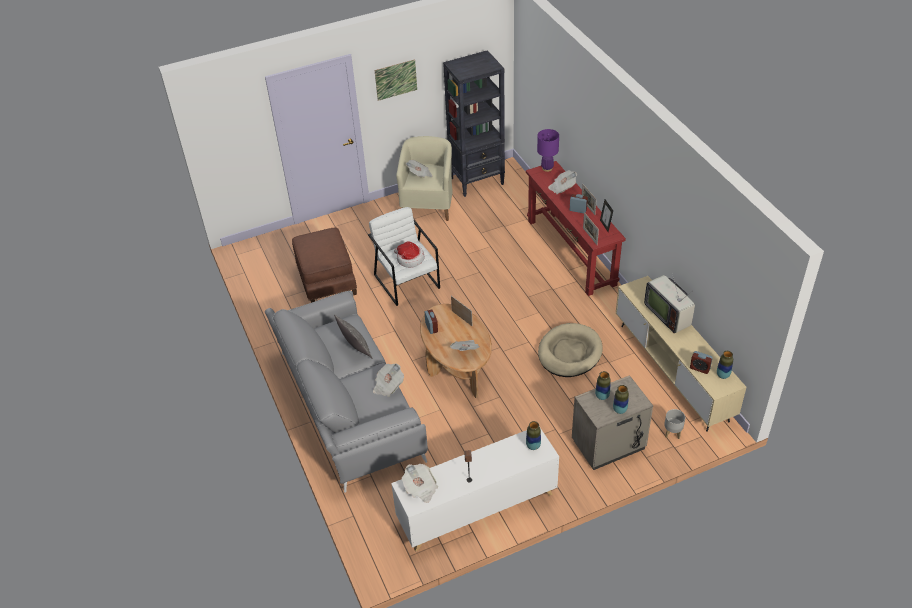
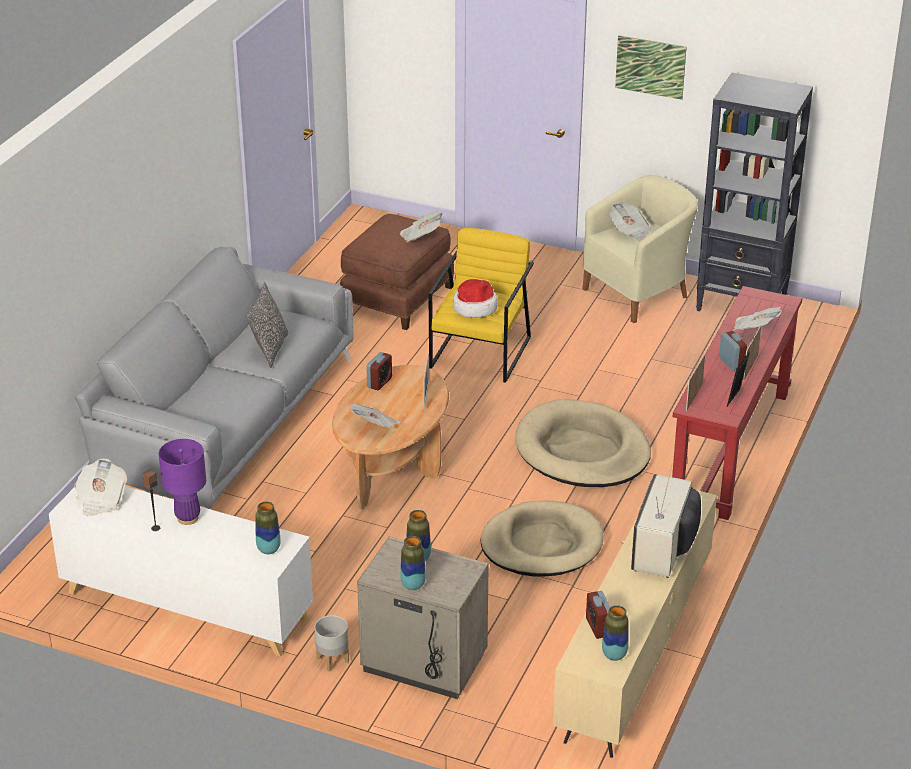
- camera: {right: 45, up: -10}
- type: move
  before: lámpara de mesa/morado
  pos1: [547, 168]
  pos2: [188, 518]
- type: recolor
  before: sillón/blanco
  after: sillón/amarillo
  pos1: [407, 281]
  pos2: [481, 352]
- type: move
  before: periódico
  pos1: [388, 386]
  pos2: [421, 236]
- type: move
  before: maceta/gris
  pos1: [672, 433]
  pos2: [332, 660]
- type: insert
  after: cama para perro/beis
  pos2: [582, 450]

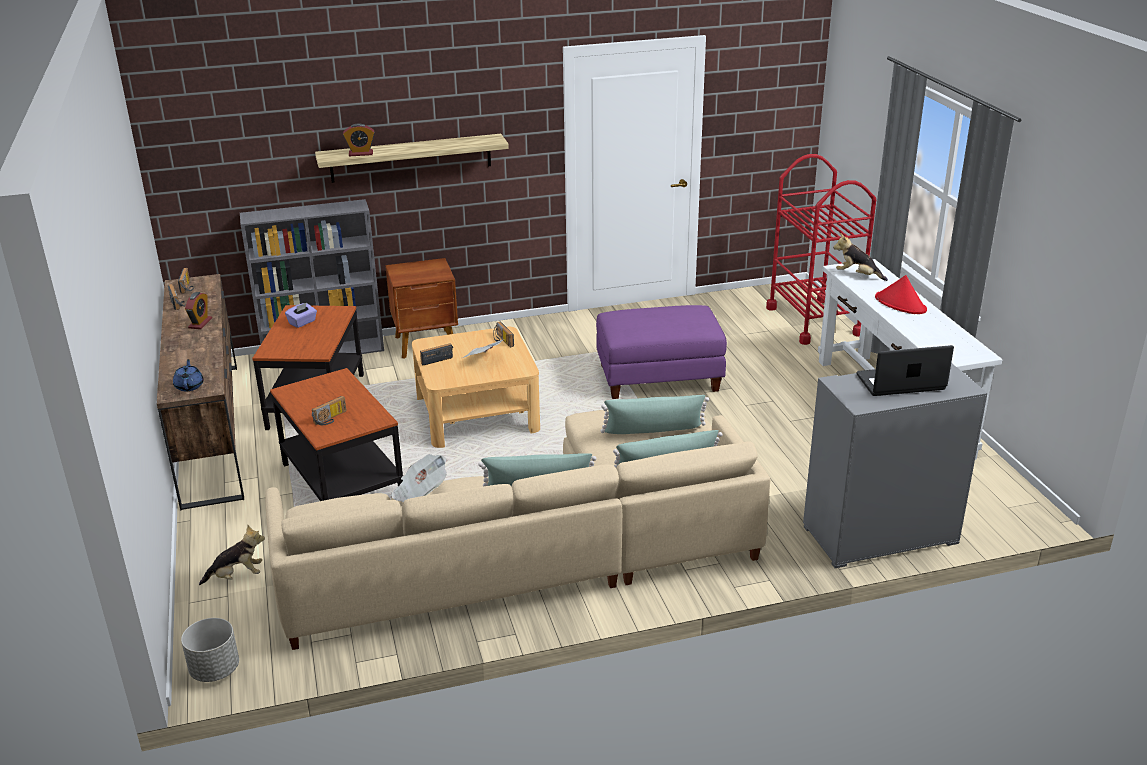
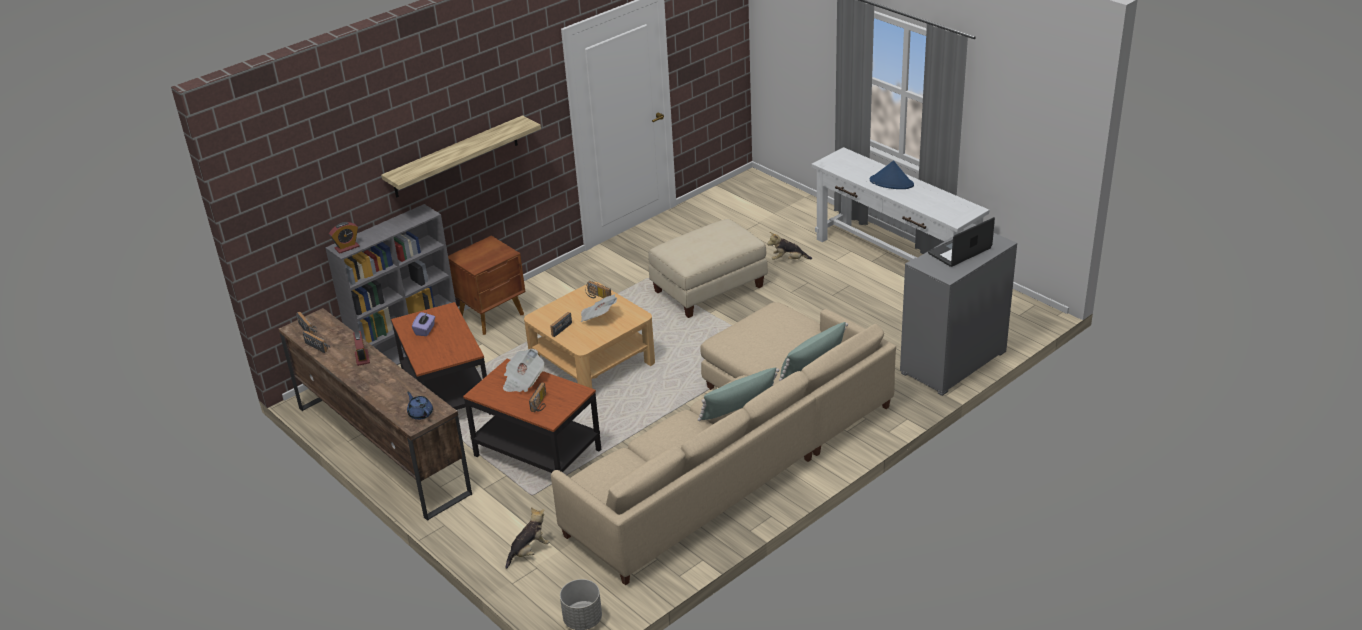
- camera: {right: -25, up: 5}
- type: move
  before: despertador
  pos1: [361, 153]
  pos2: [347, 247]
- type: delete
  before: carrito/rojo
  pos1: [813, 321]
- type: move
  before: peluche
  pos1: [857, 276]
  pos2: [788, 260]
- type: recolor
  before: sombrero/rojo
  after: sombrero/azul
  pos1: [900, 304]
  pos2: [891, 183]
- type: recolor
  before: puf/morado
  after: puf/beis
  pos1: [659, 377]
  pos2: [708, 288]
- type: delete
  before: cojín/verde
  pos1: [653, 431]
- type: move
  before: periódico
  pos1: [420, 492]
  pos2: [523, 381]

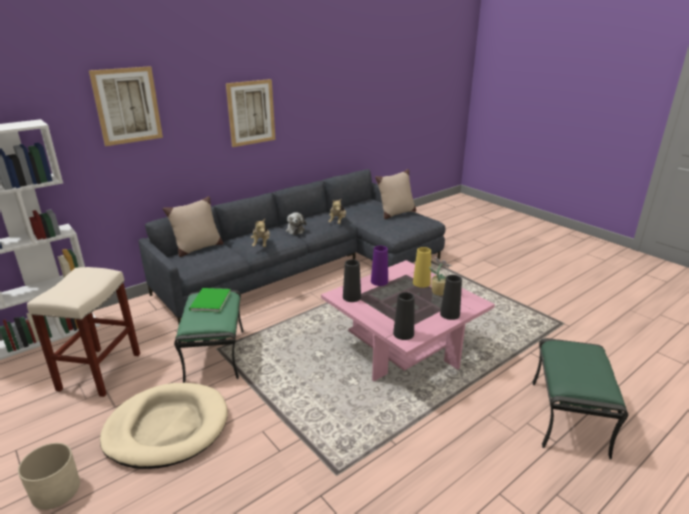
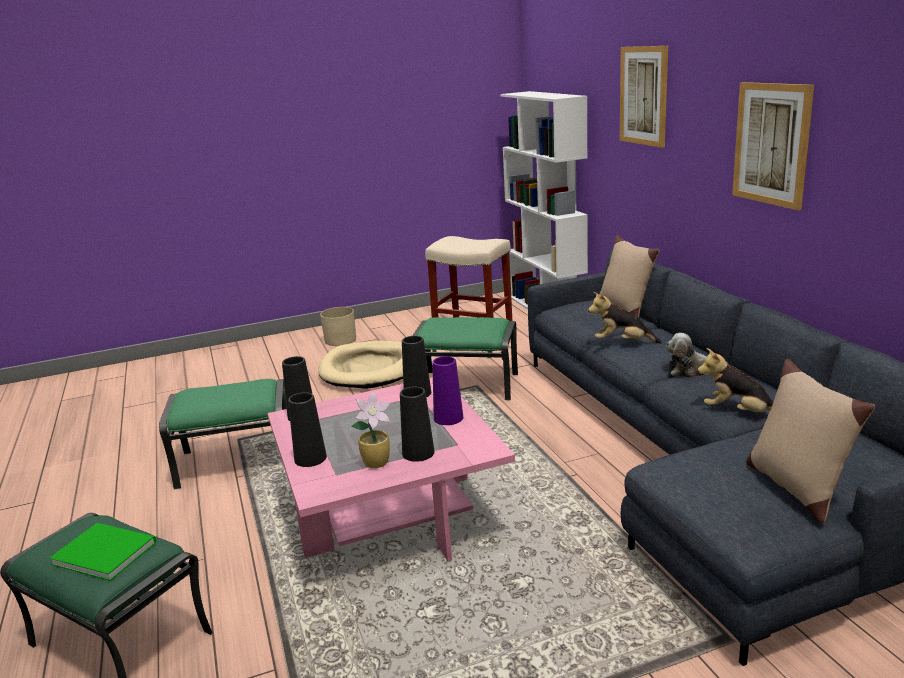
- camera: {right: 110, up: -5}
- type: recolor
  before: florero/amarillo
  after: florero/negro
  pos1: [421, 283]
  pos2: [418, 453]
- type: move
  before: libro/verde
  pos1: [209, 302]
  pos2: [104, 551]
- type: insert
  after: puf/verde
  pos2: [235, 462]

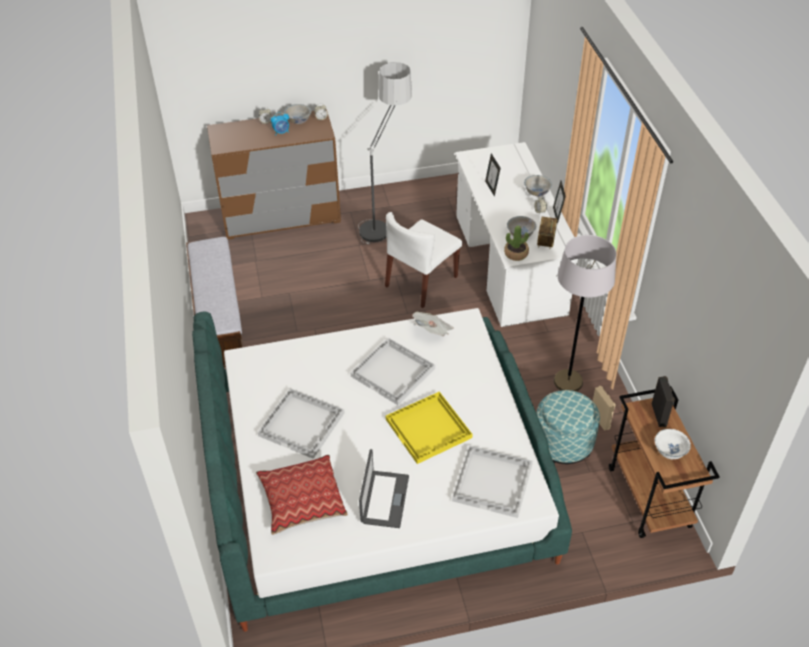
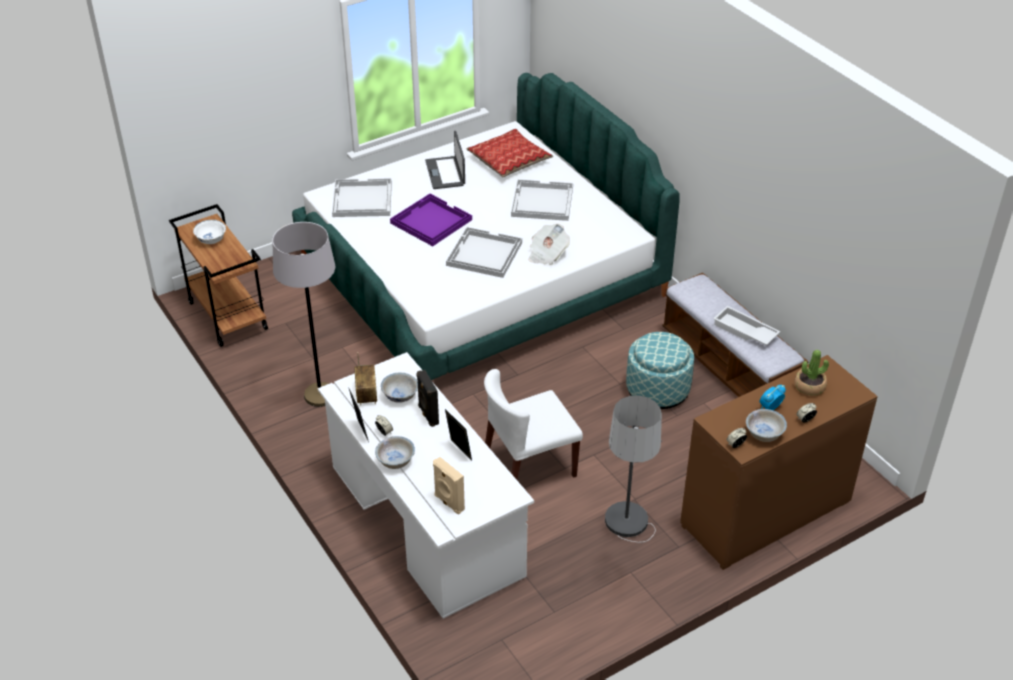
- camera: {right: 160, up: -5}
- type: rotate
  before: silla/blanco
  pos1: [421, 282]
  pos2: [529, 468]
  turn: -135
- type: move
  before: planta en maceta
  pos1: [516, 253]
  pos2: [809, 386]
- type: move
  before: periódico
  pos1: [433, 331]
  pos2: [547, 254]
- type: move
  before: altavoz/negro
  pos1: [659, 415]
  pos2: [427, 415]
- type: move
  before: altavoz/beis
  pos1: [601, 419]
  pos2: [448, 503]
- type: move
  before: puf
  pos1: [563, 442]
  pos2: [657, 390]
- type: recolor
  before: bandeja/amarillo
  after: bandeja/morado
  pos1: [429, 428]
  pos2: [430, 221]
- type: insert
  after: bandeja/blanco
  pos2: [744, 331]

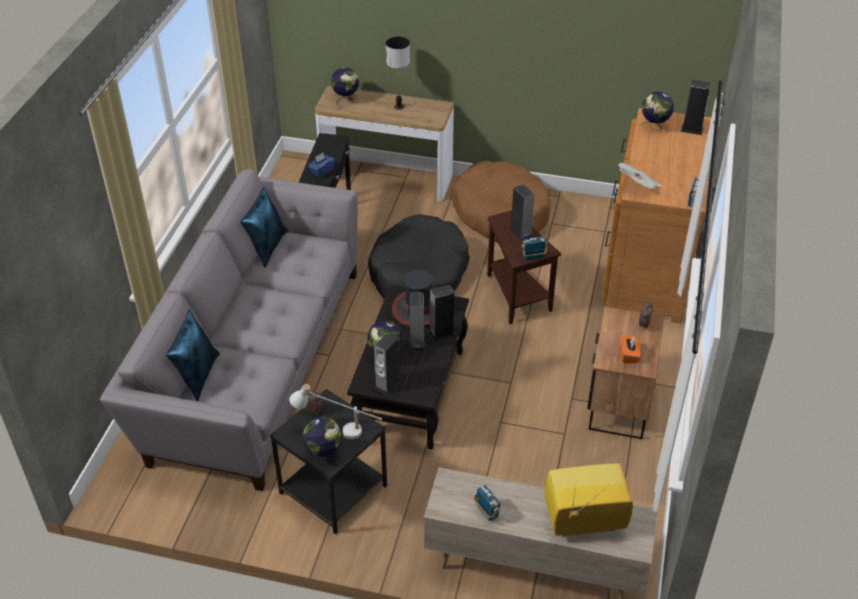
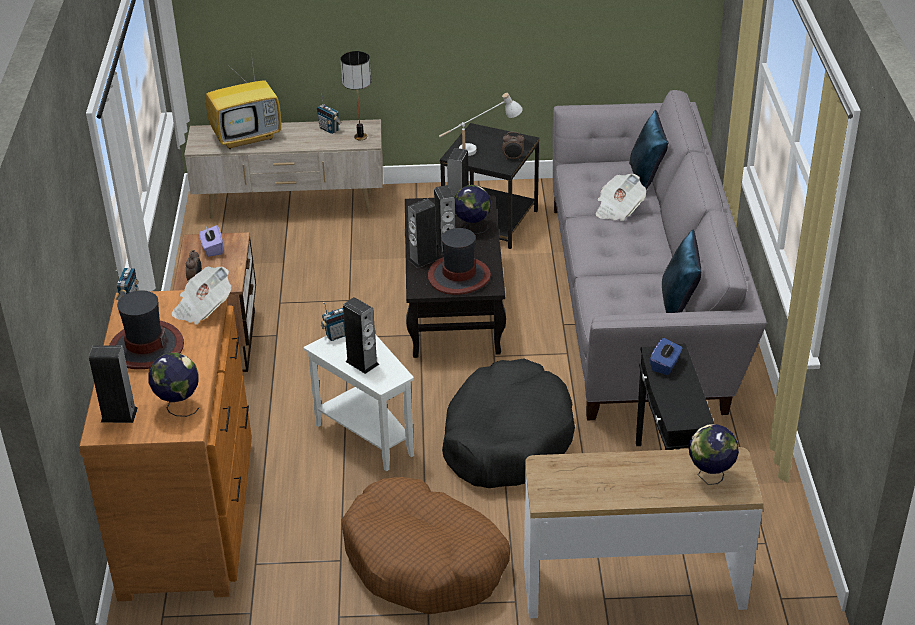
- camera: {right: 165, up: -5}
- type: move
  before: lámpara de mesa
  pos1: [399, 107]
  pos2: [360, 137]
- type: recolor
  before: mesa auxiliar/marrón
  after: mesa auxiliar/blanco
  pos1: [516, 297]
  pos2: [366, 434]
- type: recolor
  before: caja de pañuelos/naranja
  after: caja de pañuelos/morado
  pos1: [628, 355]
  pos2: [212, 249]
- type: delete
  before: globo terráqueo
  pos1: [324, 456]
- type: insert
  after: periódico
  pos2: [618, 209]
- type: insert
  after: sombrero
  pos2: [145, 347]

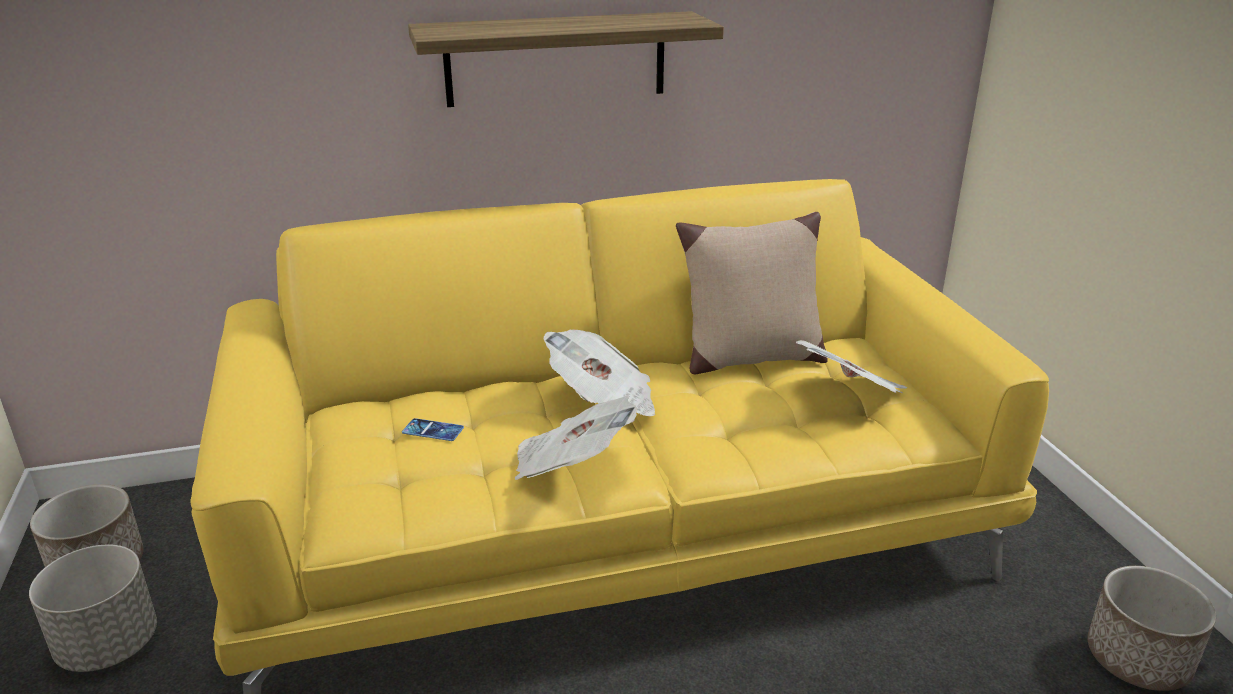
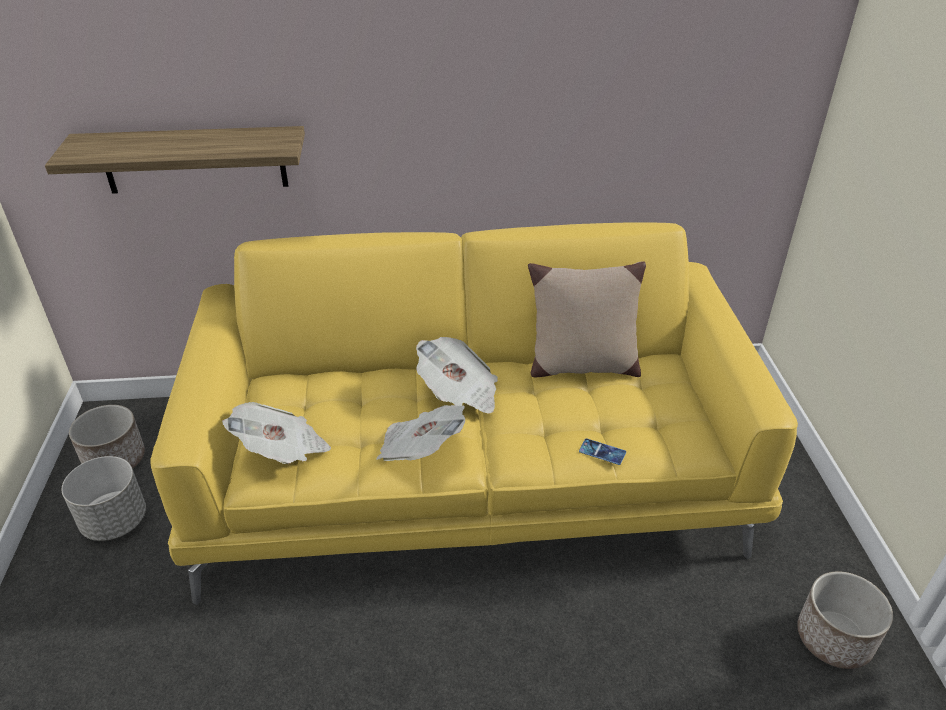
- camera: {right: 10, up: 10}
- type: move
  before: estante
  pos1: [556, 59]
  pos2: [194, 160]
- type: move
  before: periódico
  pos1: [851, 394]
  pos2: [282, 451]
- type: move
  before: móvil
  pos1: [433, 430]
  pos2: [602, 452]

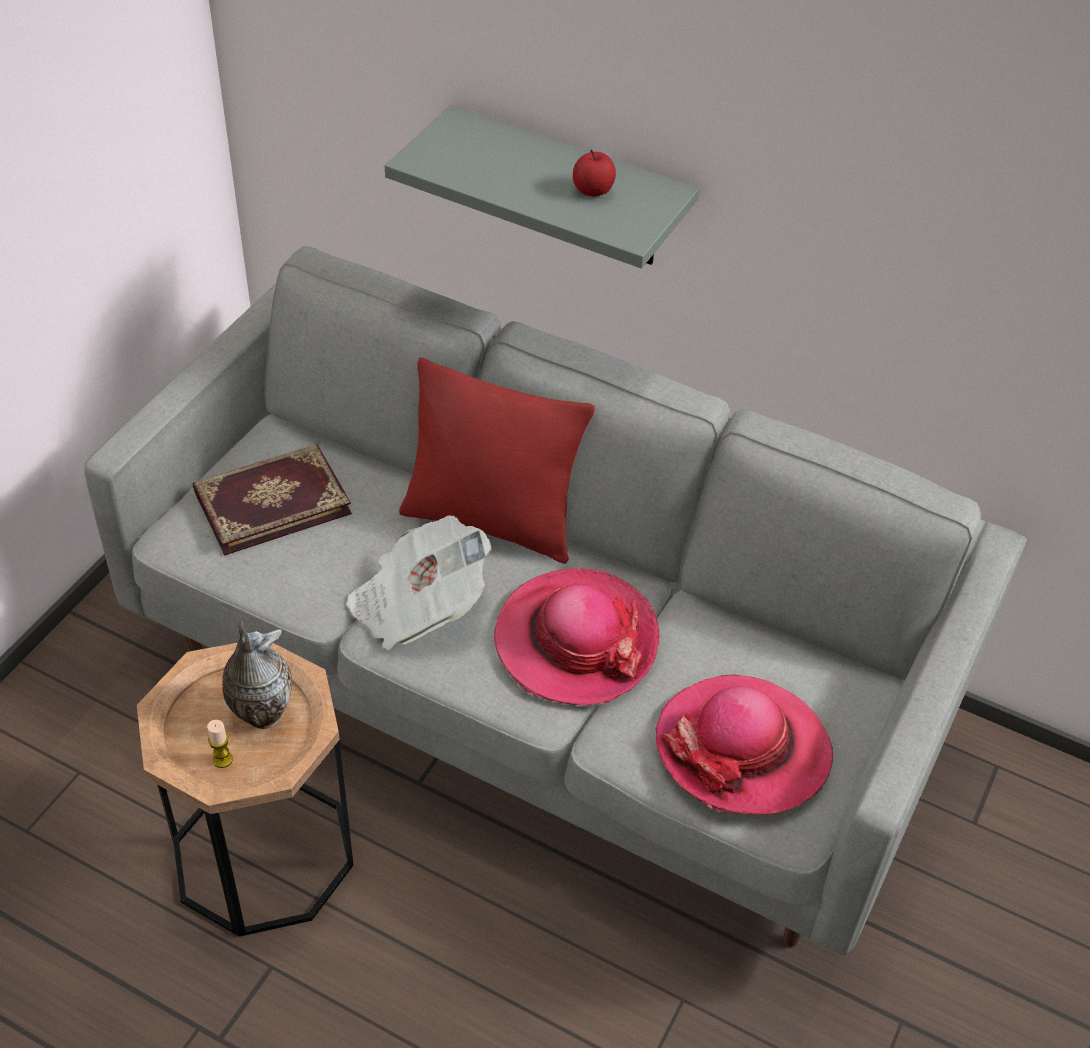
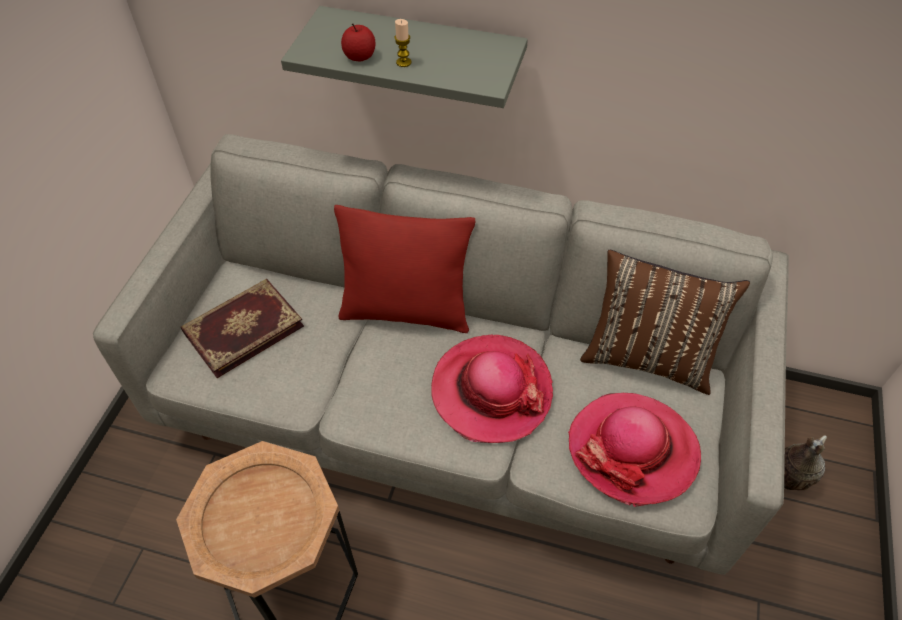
- camera: {right: -10, up: 5}
- type: move
  before: manzana
  pos1: [593, 190]
  pos2: [359, 56]
- type: delete
  before: periódico
  pos1: [418, 605]
- type: move
  before: florero
  pos1: [260, 713]
  pos2: [786, 480]
- type: move
  before: vela
  pos1: [222, 759]
  pos2: [403, 62]
- type: insert
  after: cojín/marrón
  pos2: [647, 358]

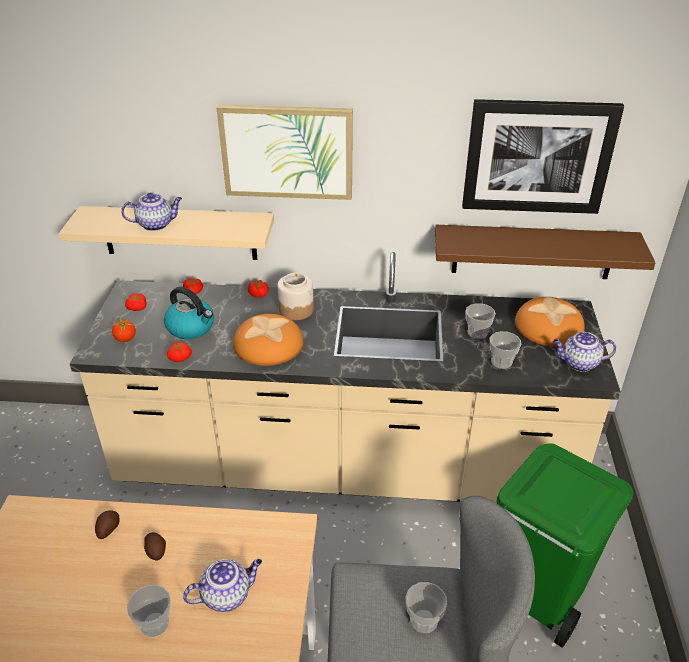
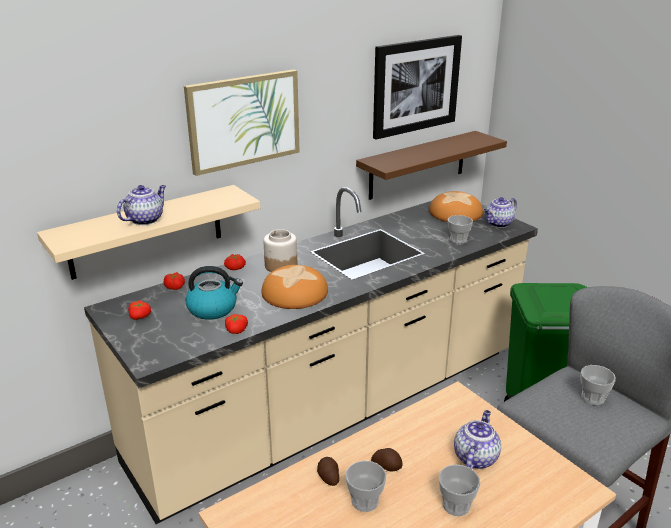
- camera: {right: -40, up: -10}
- type: move
  before: taza
  pos1: [477, 332]
  pos2: [365, 501]
- type: delete
  before: tomate
  pos1: [125, 338]

